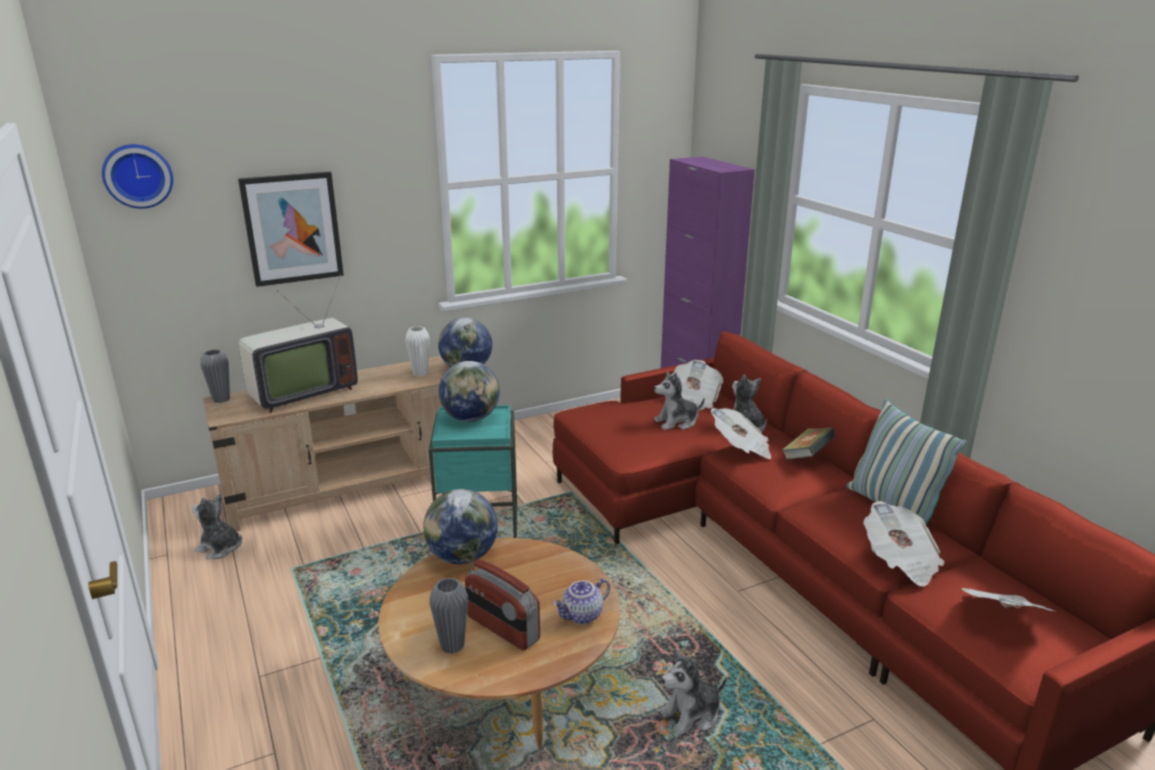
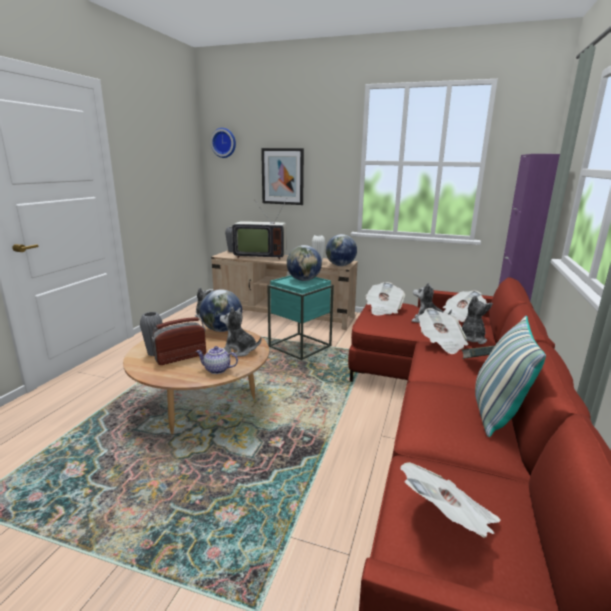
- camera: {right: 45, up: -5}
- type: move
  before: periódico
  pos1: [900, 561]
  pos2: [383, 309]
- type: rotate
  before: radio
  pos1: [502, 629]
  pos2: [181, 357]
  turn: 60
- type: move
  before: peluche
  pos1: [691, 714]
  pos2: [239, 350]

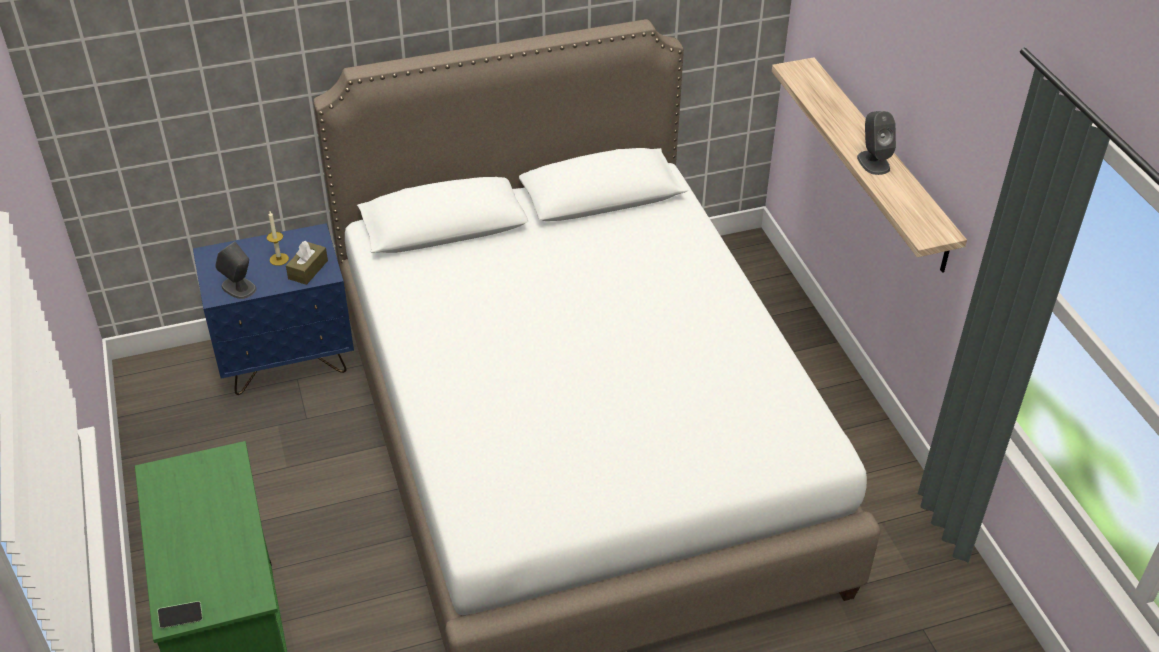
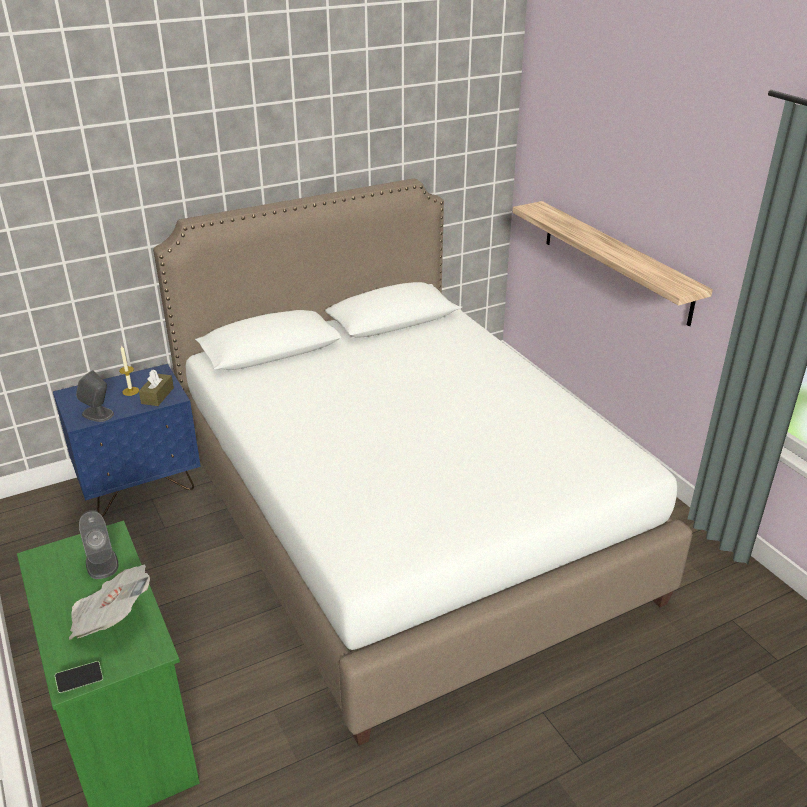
- camera: {right: -10, up: -10}
- type: move
  before: altavoz/gris
  pos1: [873, 162]
  pos2: [102, 563]
- type: insert
  after: periódico
  pos2: [111, 618]

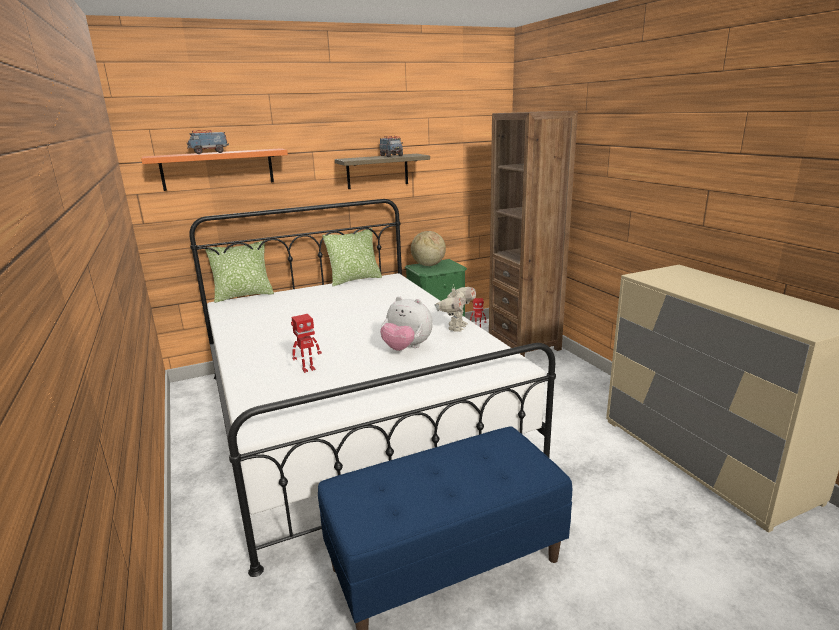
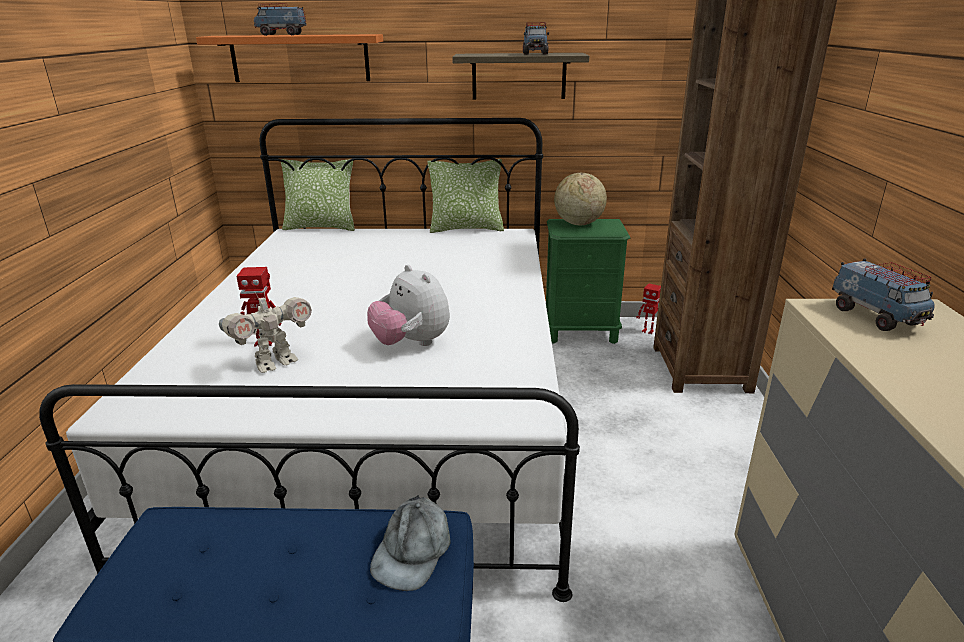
- camera: {right: 25, up: 5}
- type: move
  before: robot de juguete
  pos1: [456, 327]
  pos2: [274, 363]
- type: insert
  after: camión de juguete
  pos2: [876, 317]
- type: insert
  after: gorra/gris
  pos2: [412, 551]

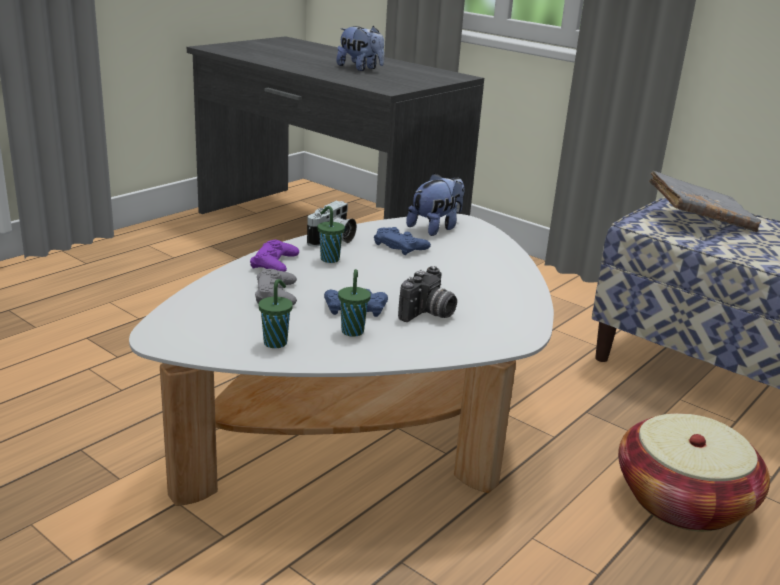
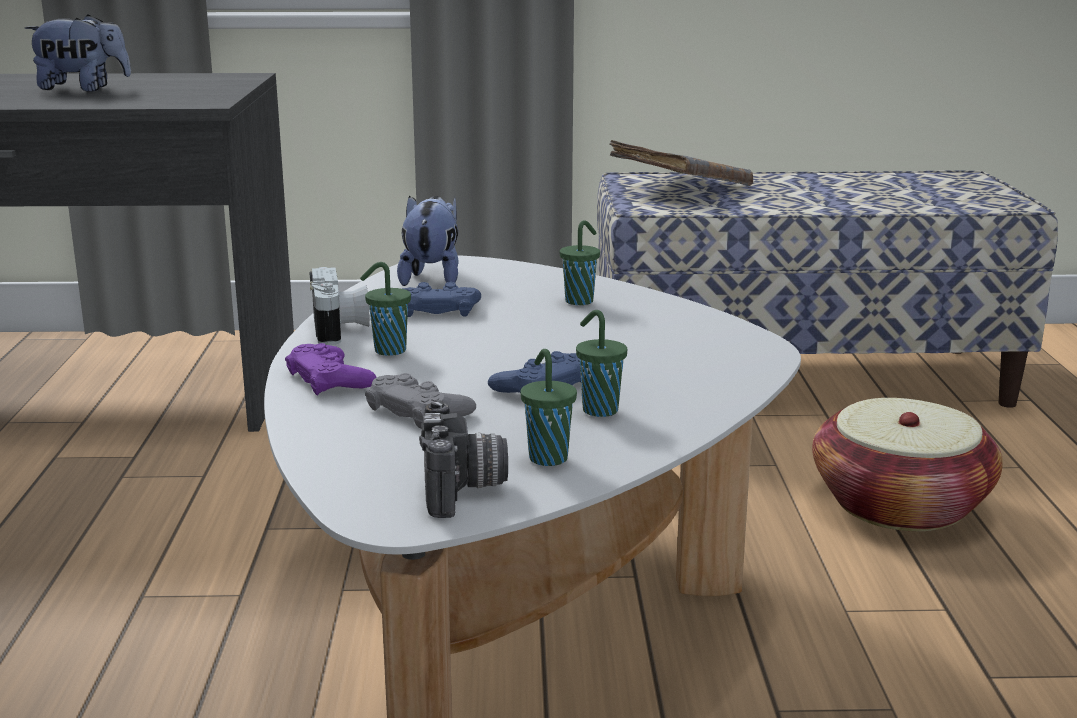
- camera: {right: -40, up: -5}
- type: move
  before: cámara
  pos1: [428, 314]
  pos2: [464, 491]
- type: insert
  after: taza/verde
  pos2: [580, 301]

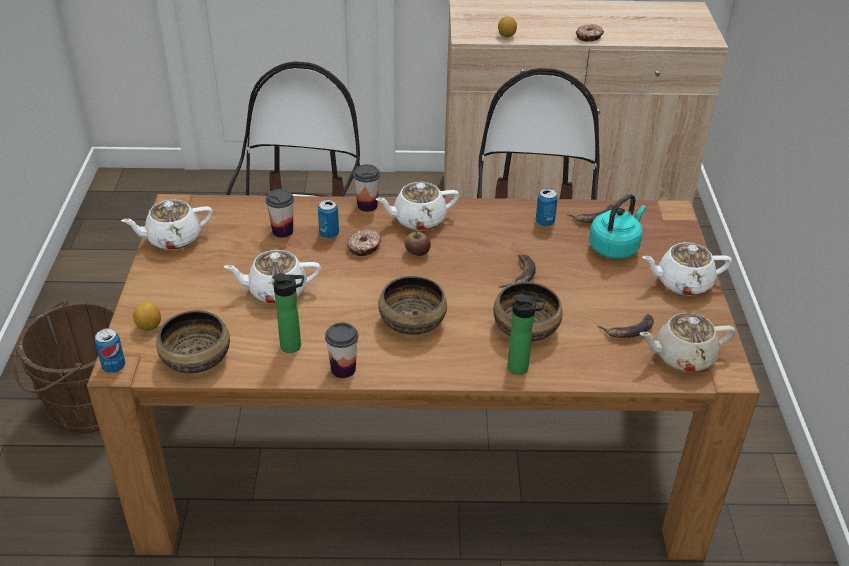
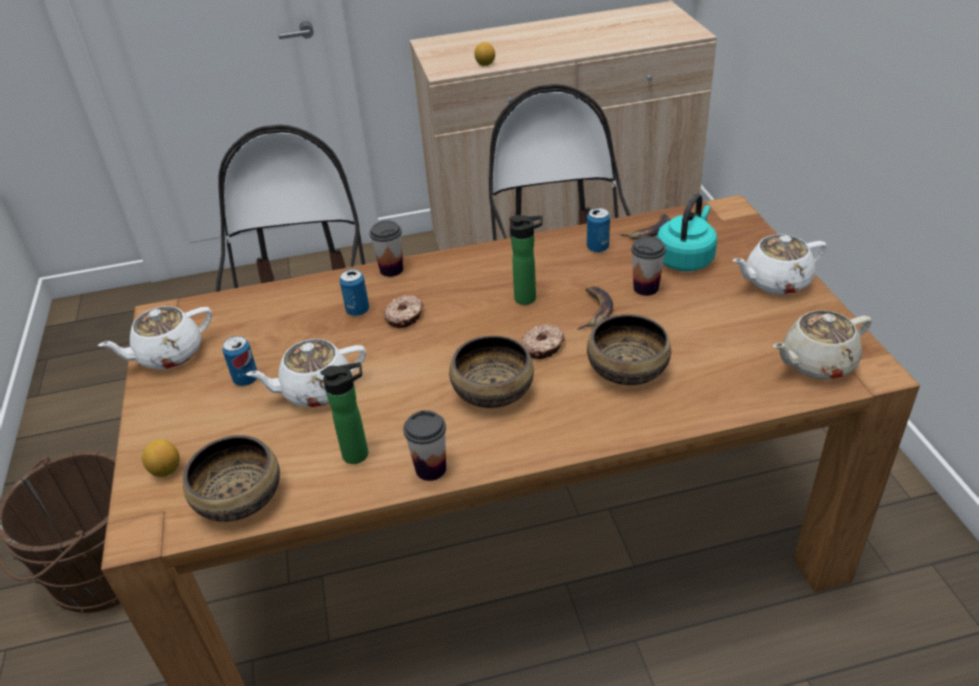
- camera: {right: -10, up: 0}
- type: move
  before: rosquilla
  pos1: [589, 37]
  pos2: [543, 347]
- type: delete
  before: tetera/blanco
  pos1: [418, 220]
- type: move
  before: taza
  pos1: [282, 231]
  pos2: [646, 288]
- type: delete
  before: manzana
  pos1: [417, 252]
- type: move
  before: botella
  pos1: [521, 368]
  pos2: [529, 298]
- type: delete
  before: plátano
  pos1: [629, 329]
- type: move
  before: lata
  pos1: [114, 366]
  pos2: [246, 379]

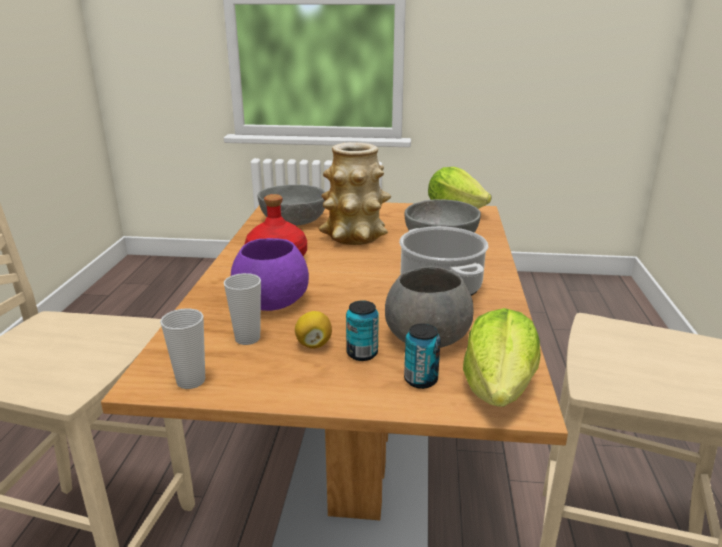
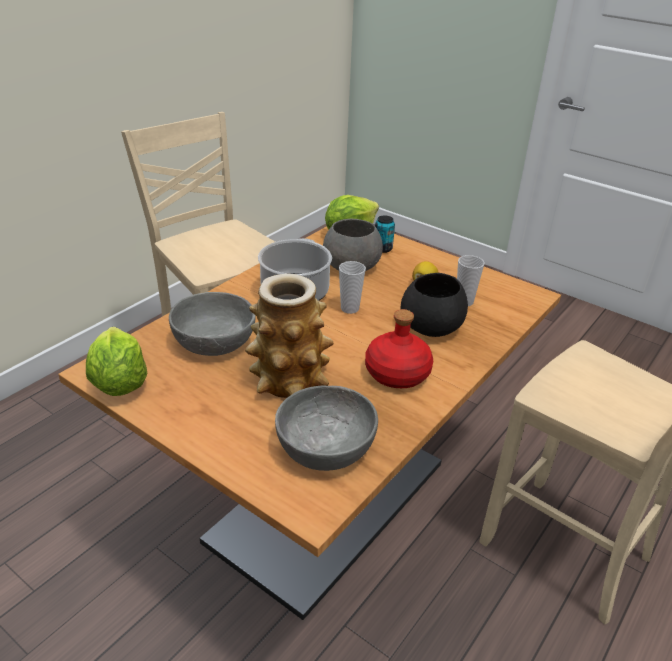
- camera: {right: -150, up: 10}
- type: recolor
  before: cuenco/morado
  after: cuenco/negro
  pos1: [271, 301]
  pos2: [432, 325]
- type: delete
  before: lata
  pos1: [362, 353]
- type: move
  before: taza
  pos1: [191, 381]
  pos2: [350, 308]

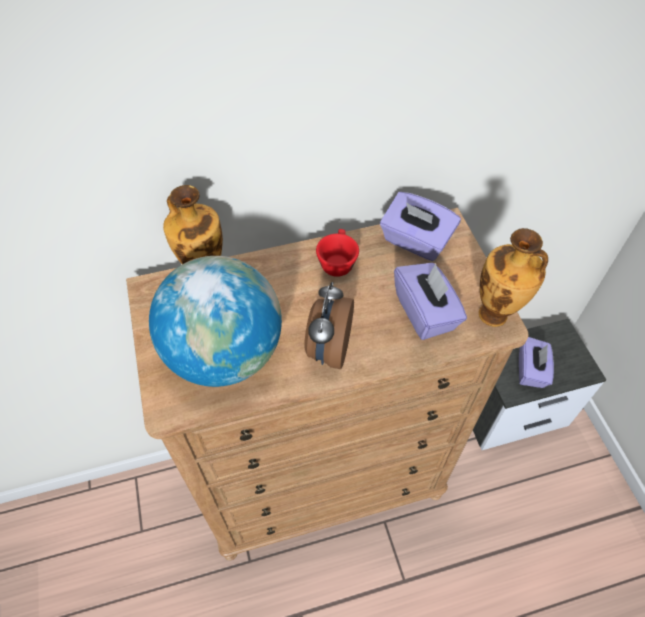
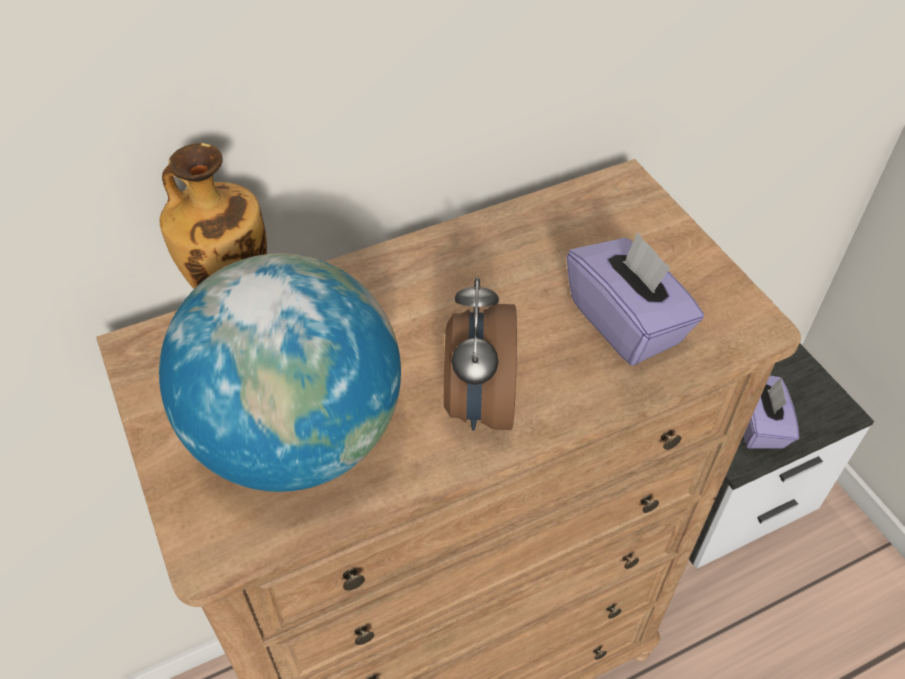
- camera: {right: -10, up: -5}
- type: delete
  before: caja de pañuelos/morado
  pos1: [415, 241]
- type: delete
  before: florero
  pos1: [495, 316]
- type: delete
  before: taza/rojo
  pos1: [337, 261]

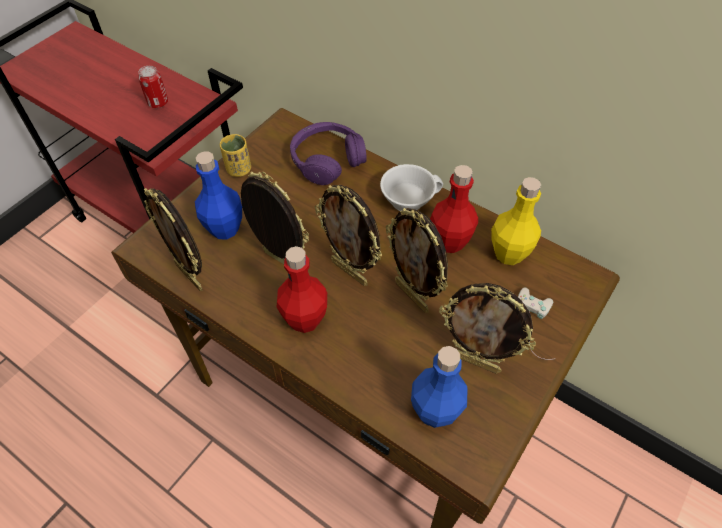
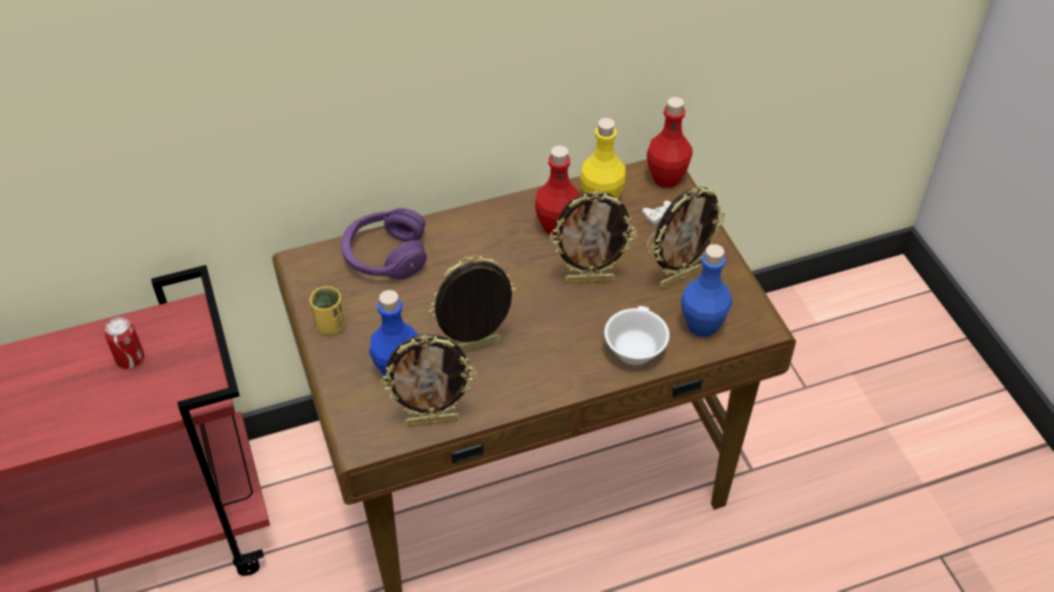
- camera: {right: -55, up: -5}
- type: move
  before: taza/blanco
  pos1: [408, 198]
  pos2: [633, 348]
- type: delete
  before: portarretratos
  pos1: [350, 272]
- type: move
  before: botella/rojo
  pos1: [304, 319]
  pos2: [666, 178]

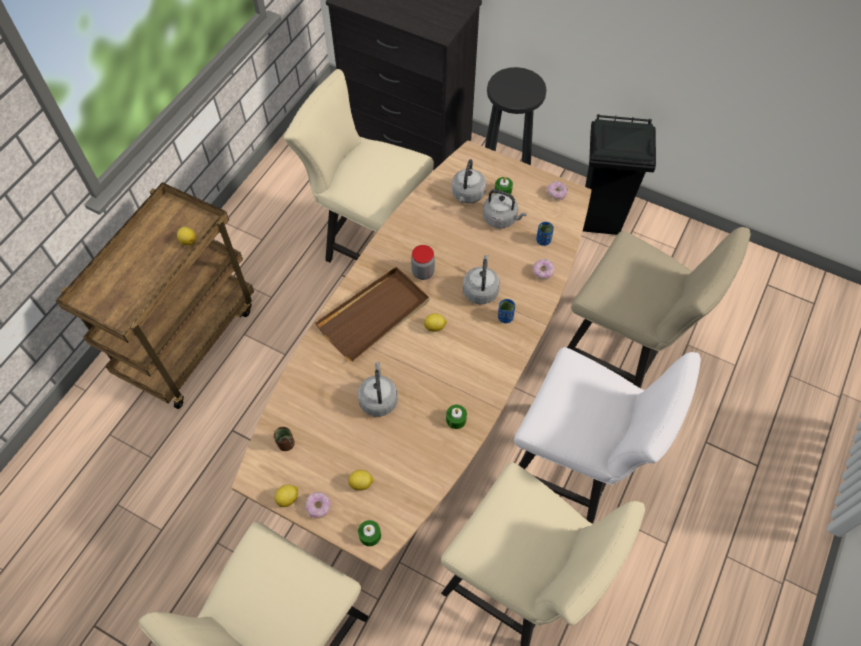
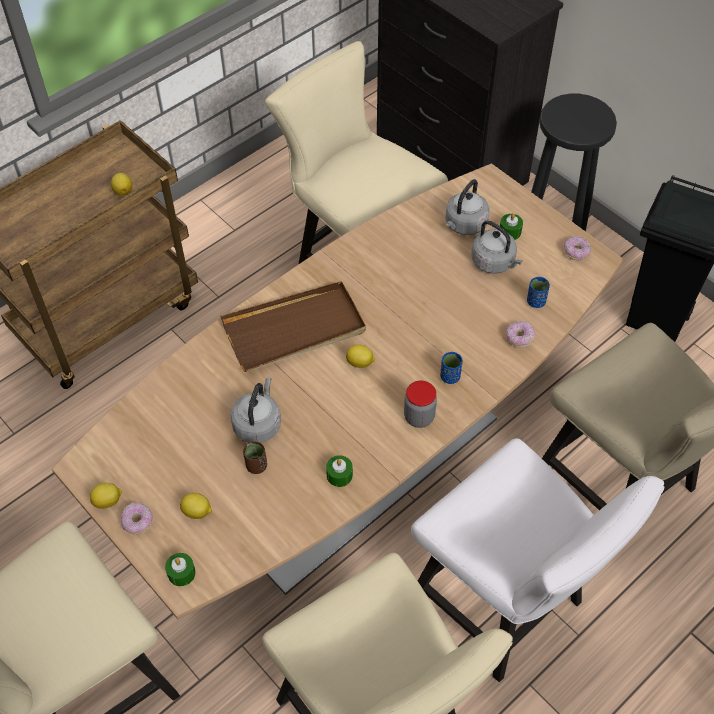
- camera: {right: 20, up: -5}
- type: move
  before: tarro
  pos1: [423, 272]
  pos2: [419, 417]
- type: delete
  before: hervidor/gris
  pos1: [480, 290]
- type: move
  before: taza/marrón
  pos1: [286, 444]
  pos2: [256, 466]

